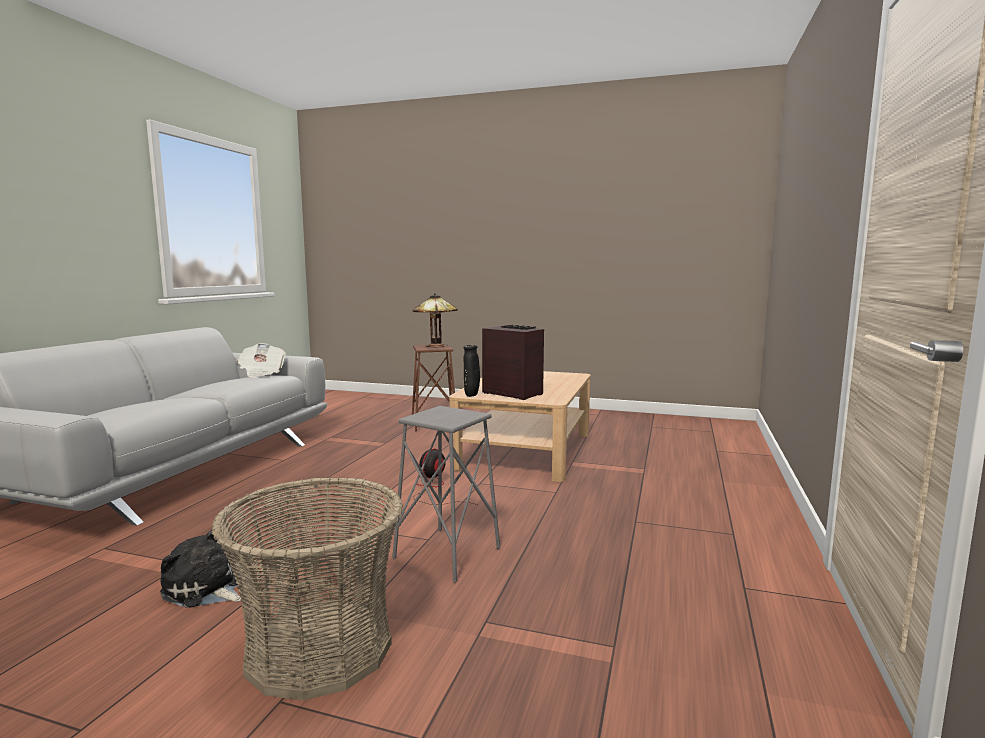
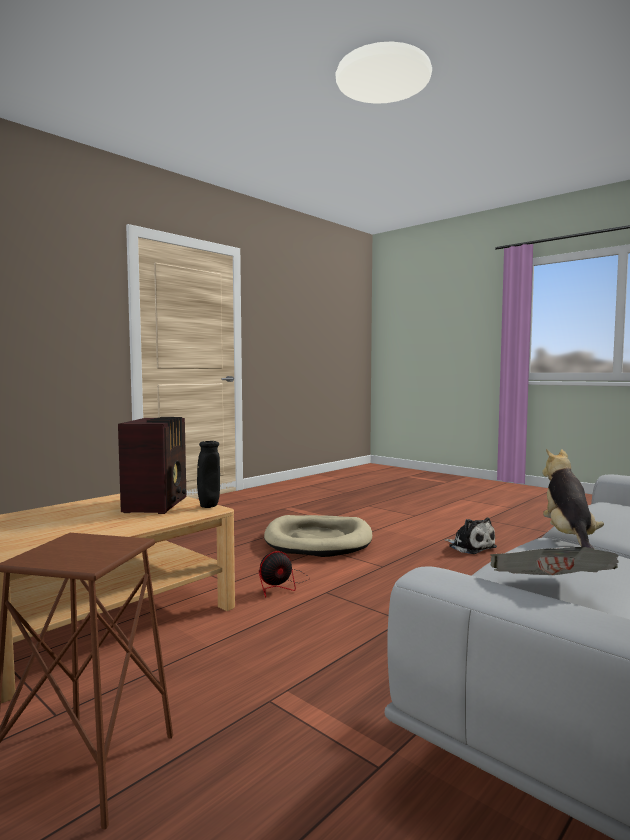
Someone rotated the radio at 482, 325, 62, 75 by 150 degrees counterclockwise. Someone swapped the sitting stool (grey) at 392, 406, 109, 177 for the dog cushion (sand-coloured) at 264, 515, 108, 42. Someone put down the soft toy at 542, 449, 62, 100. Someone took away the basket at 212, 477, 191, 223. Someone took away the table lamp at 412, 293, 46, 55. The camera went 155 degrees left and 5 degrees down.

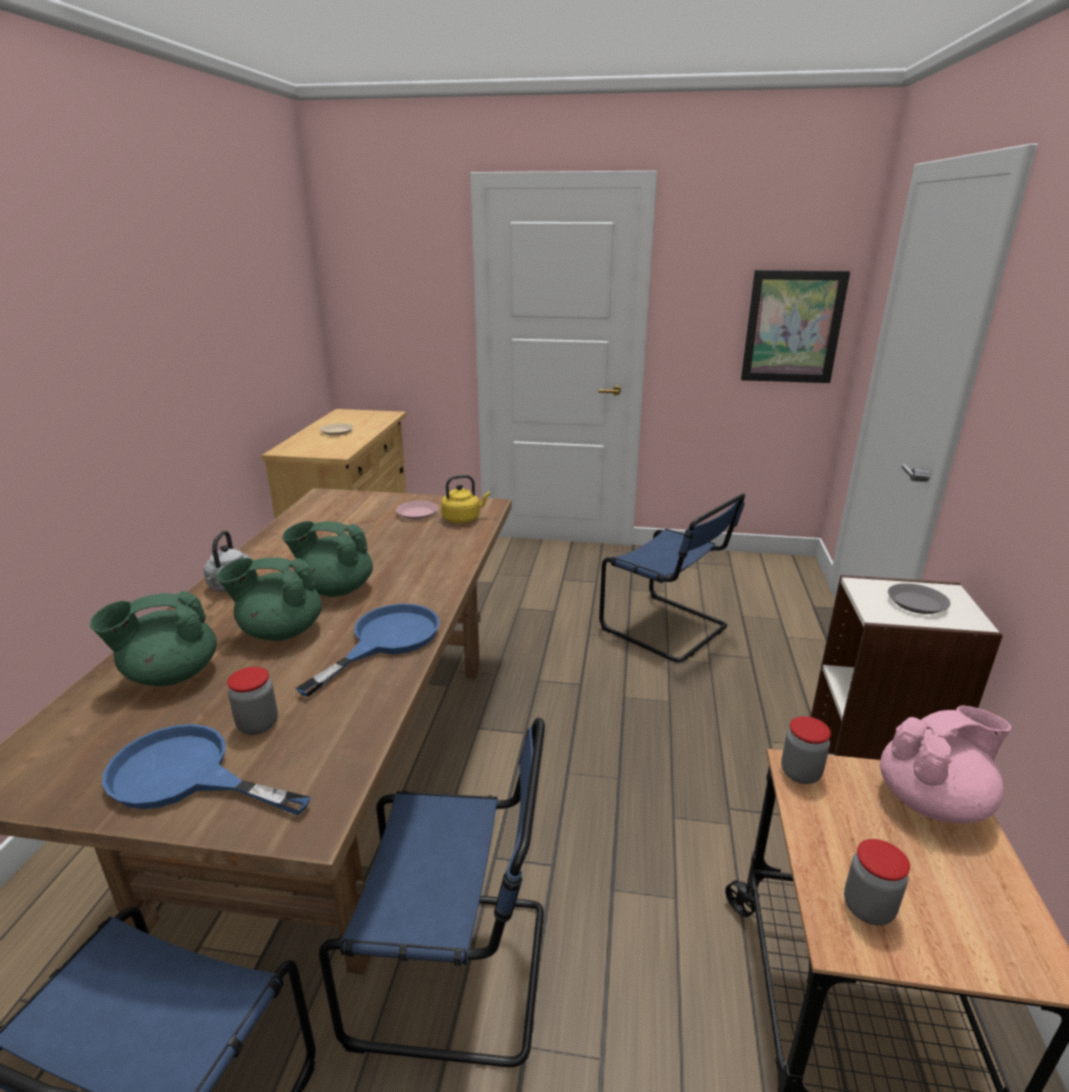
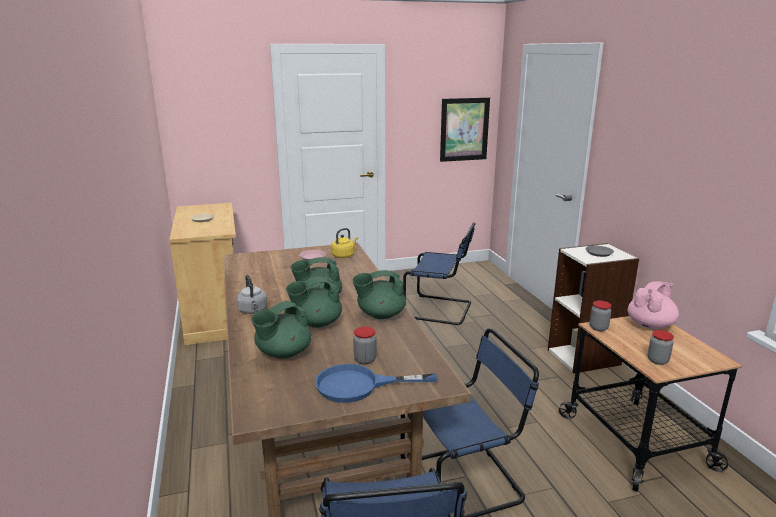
Someone swapped the skillet (bluish) at 295, 604, 145, 93 for the tea pot (green-coloured) at 352, 270, 54, 49. The camera went 25 degrees left and 5 degrees down.

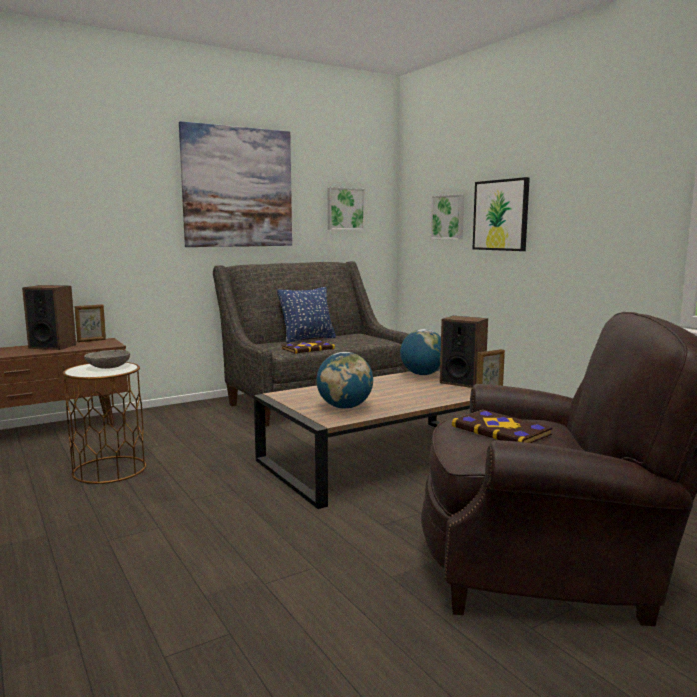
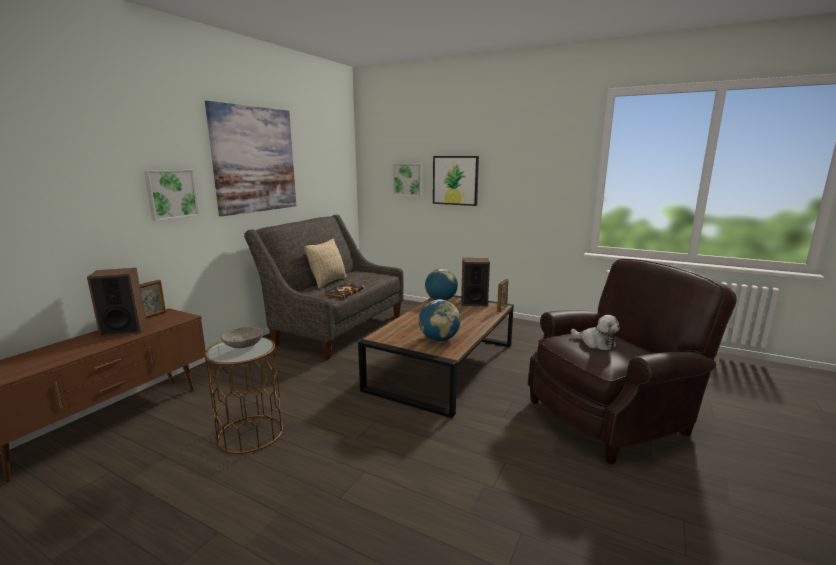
Someone carried the wall art from 328, 187, 37, 43 to 144, 170, 55, 51. Someone repainted the throw pillow (bluish) at 277, 287, 59, 56, which became the throw pillow (sand-coloured) at 304, 239, 43, 50. Someone swapped the volume at 452, 410, 101, 33 for the soft toy at 571, 315, 48, 35. The camera went 30 degrees left and 5 degrees up.

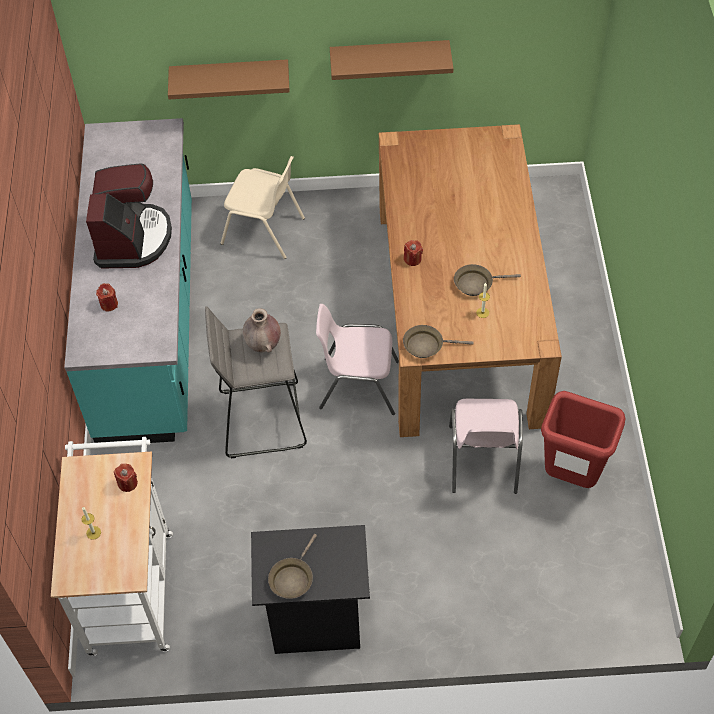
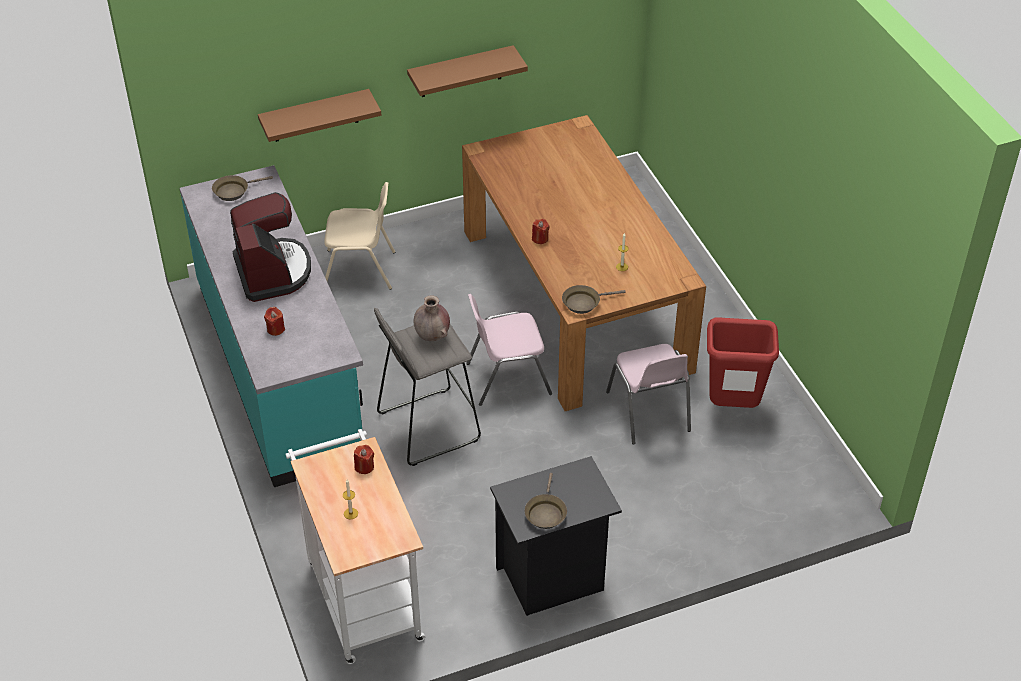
Someone carried the skillet (brown) from 454, 264, 67, 32 to 212, 175, 61, 26. The camera went 20 degrees left and 10 degrees down.

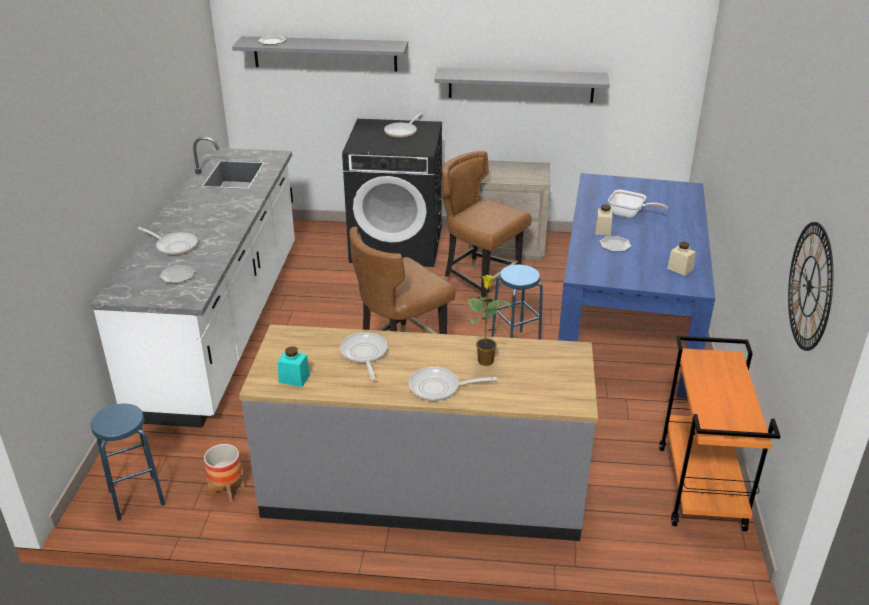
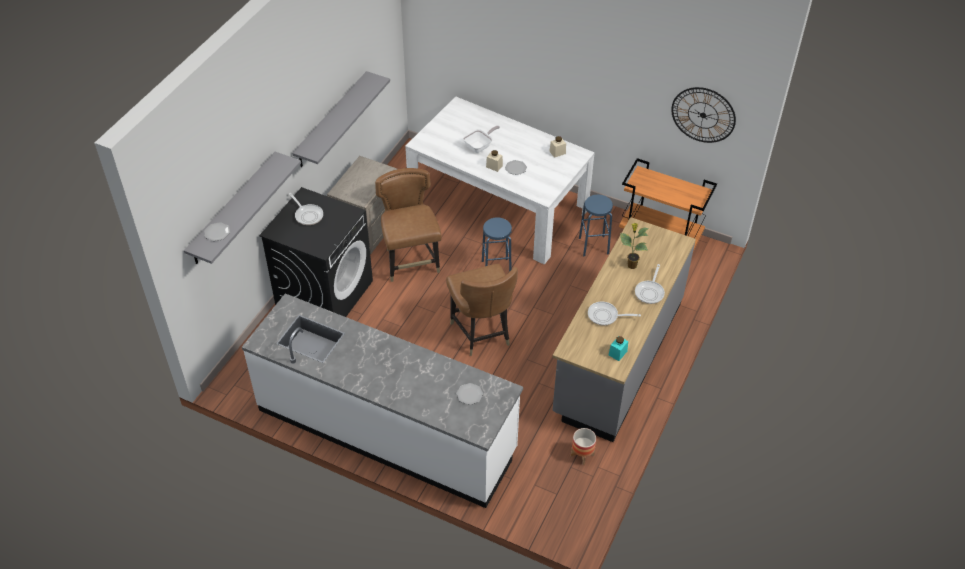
Someone rotated the upright chair (brown) at 442, 151, 90, 155 by 105 degrees clockwise. Someone repainted the dinner table (bluish) at 558, 173, 157, 226, which became the dinner table (white-coloured) at 405, 96, 190, 169. Someone carried the sitting stool (bluish) from 91, 404, 74, 117 to 579, 195, 34, 62. Someone took away the skillet at 138, 227, 59, 28. The camera went 70 degrees left and 15 degrees up.

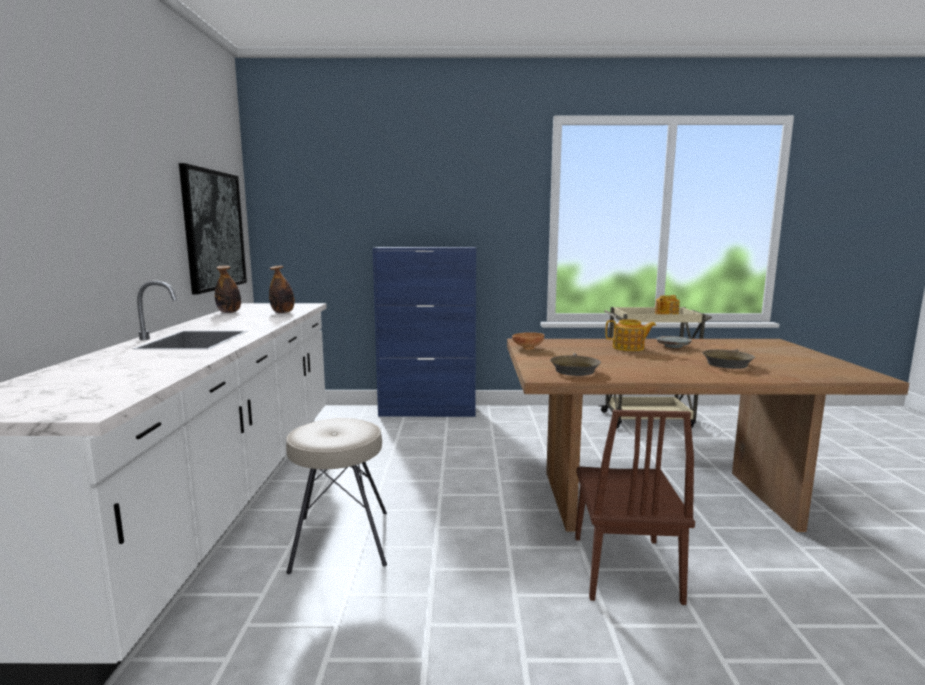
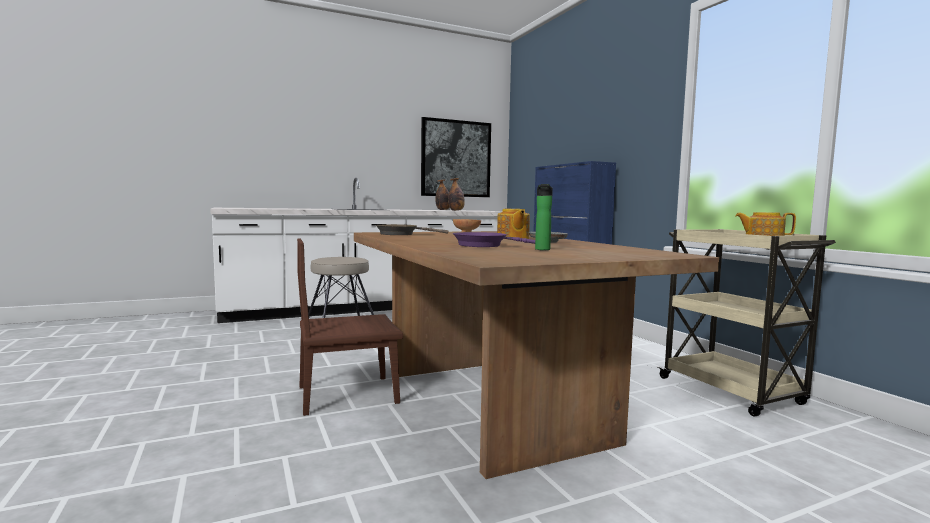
Someone repainted the skillet (brown) at 703, 349, 52, 20, which became the skillet (purplish) at 453, 232, 82, 15. Someone put down the drink bottle at 535, 184, 18, 66. The camera went 65 degrees right and 5 degrees down.

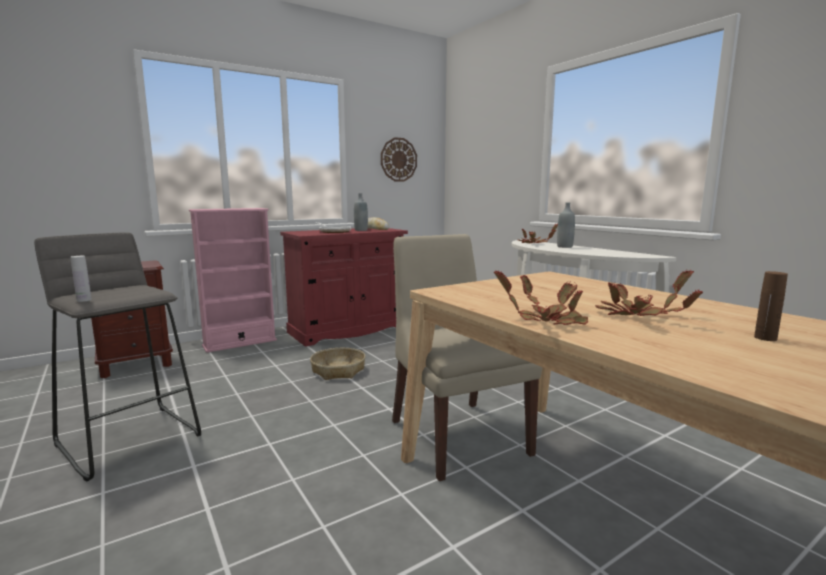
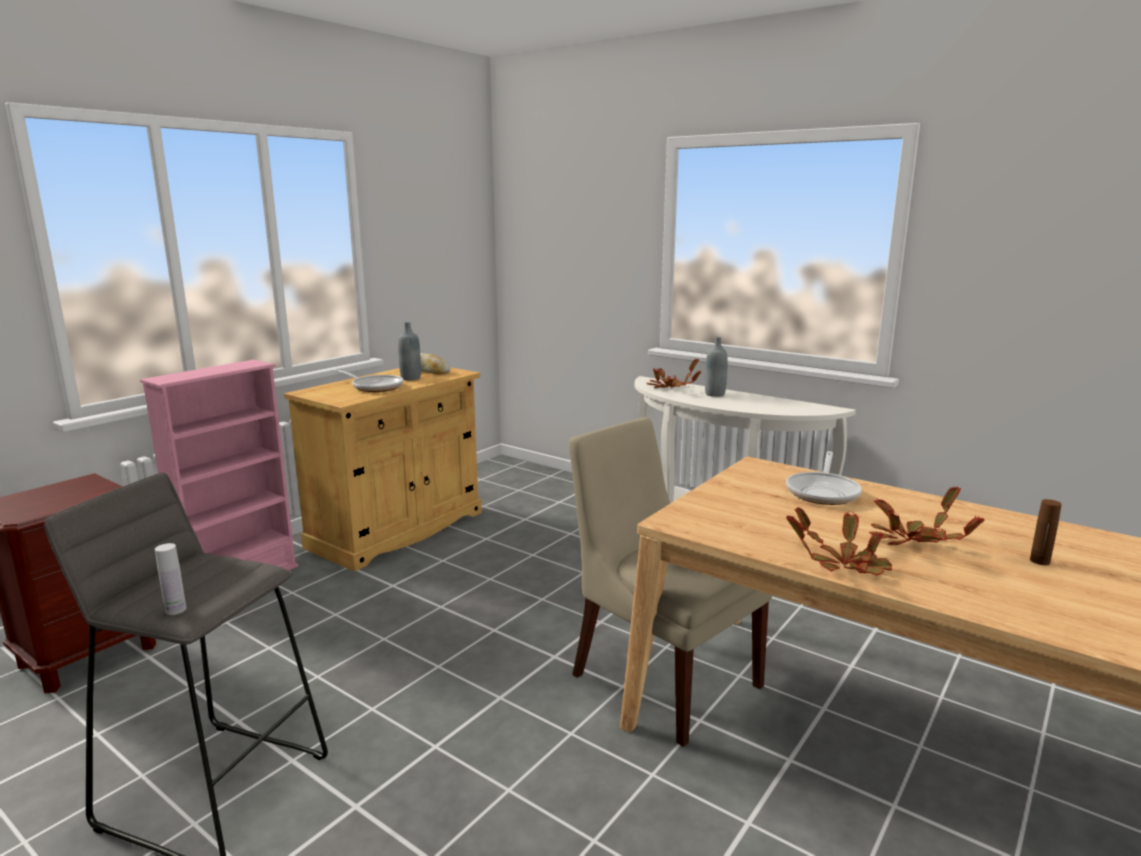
Someone repainted the storage cabinet (reddish) at 280, 228, 128, 119, which became the storage cabinet (sand-coloured) at 284, 367, 198, 204. Someone put down the skillet at 786, 451, 76, 54. Someone took away the basket at 310, 348, 56, 32. Someone took away the hanging clock at 381, 137, 36, 45. The camera went 20 degrees left and 5 degrees up.

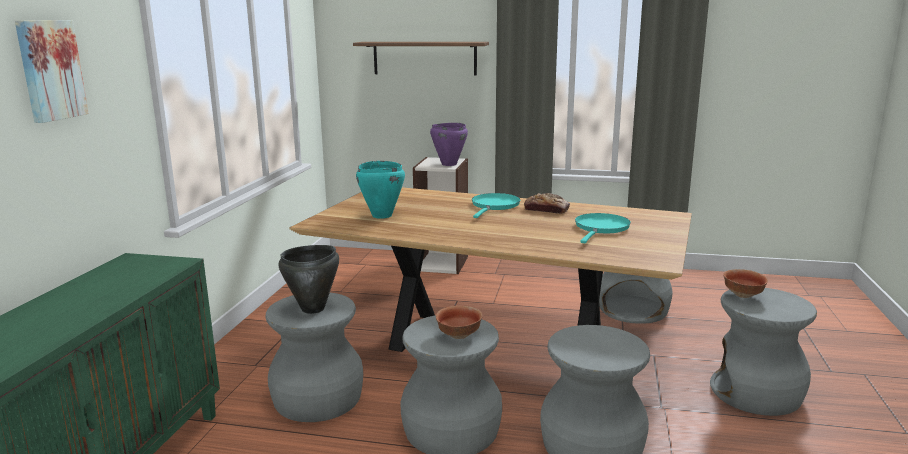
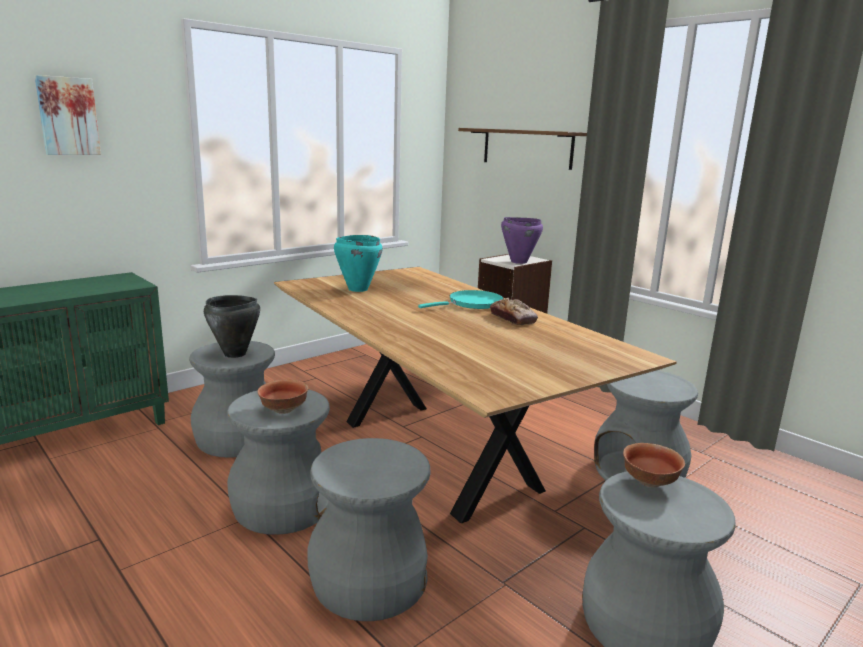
Someone took away the skillet (turquoise) at 575, 213, 56, 30. The camera went 35 degrees right and 0 degrees up.

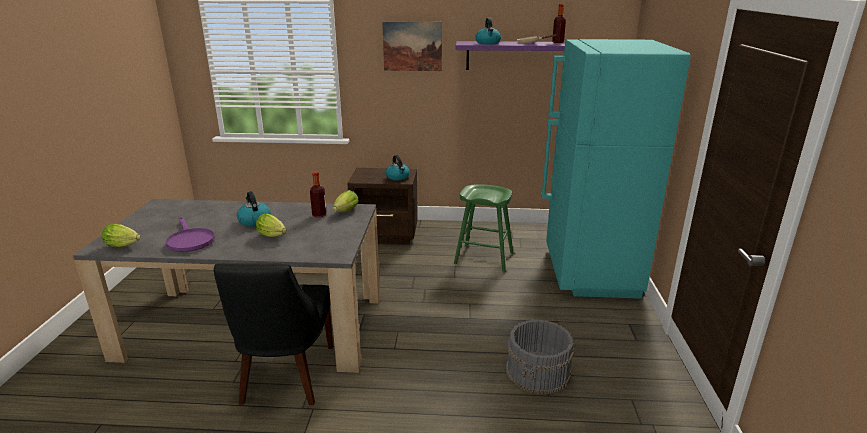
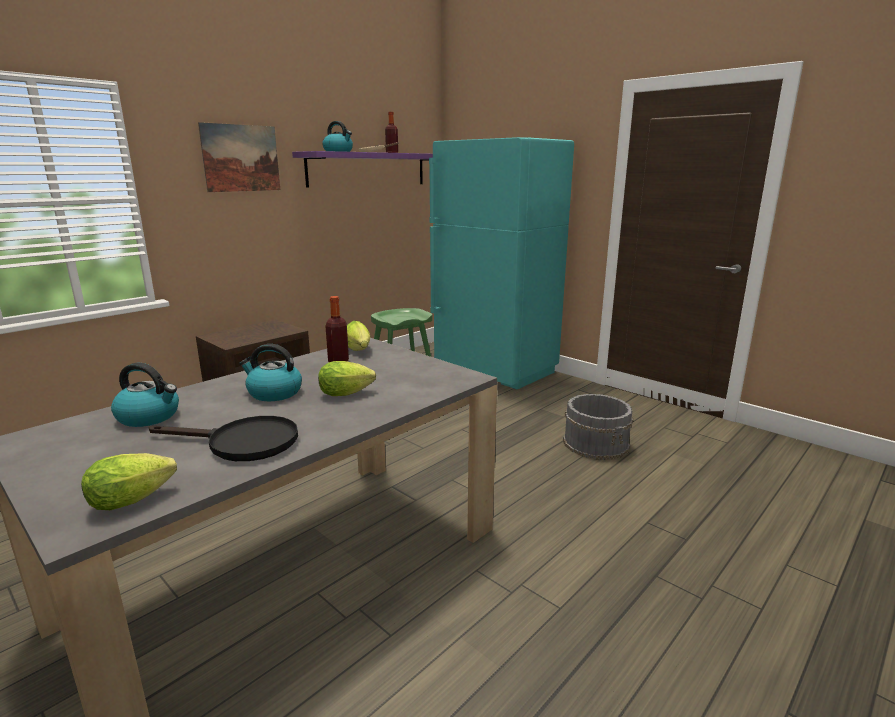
Someone carried the water kettle from 386, 155, 24, 25 to 111, 363, 68, 64. Someone repainted the skillet (purplish) at 166, 217, 49, 35, which became the skillet (black) at 149, 416, 149, 45. Someone took away the upright chair (black) at 214, 263, 119, 142. The camera went 50 degrees left and 5 degrees down.

